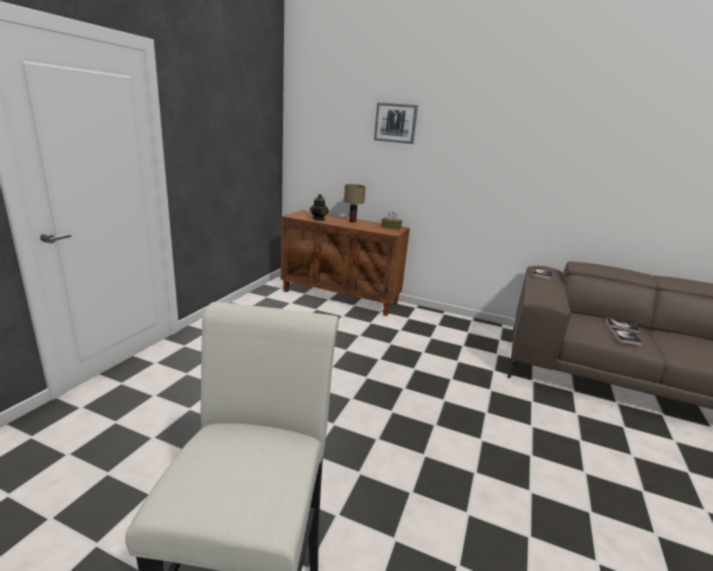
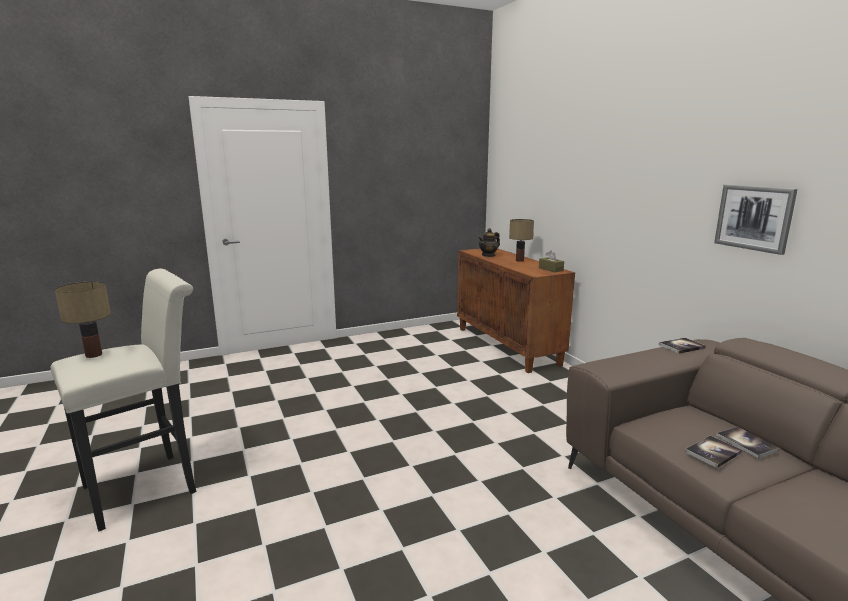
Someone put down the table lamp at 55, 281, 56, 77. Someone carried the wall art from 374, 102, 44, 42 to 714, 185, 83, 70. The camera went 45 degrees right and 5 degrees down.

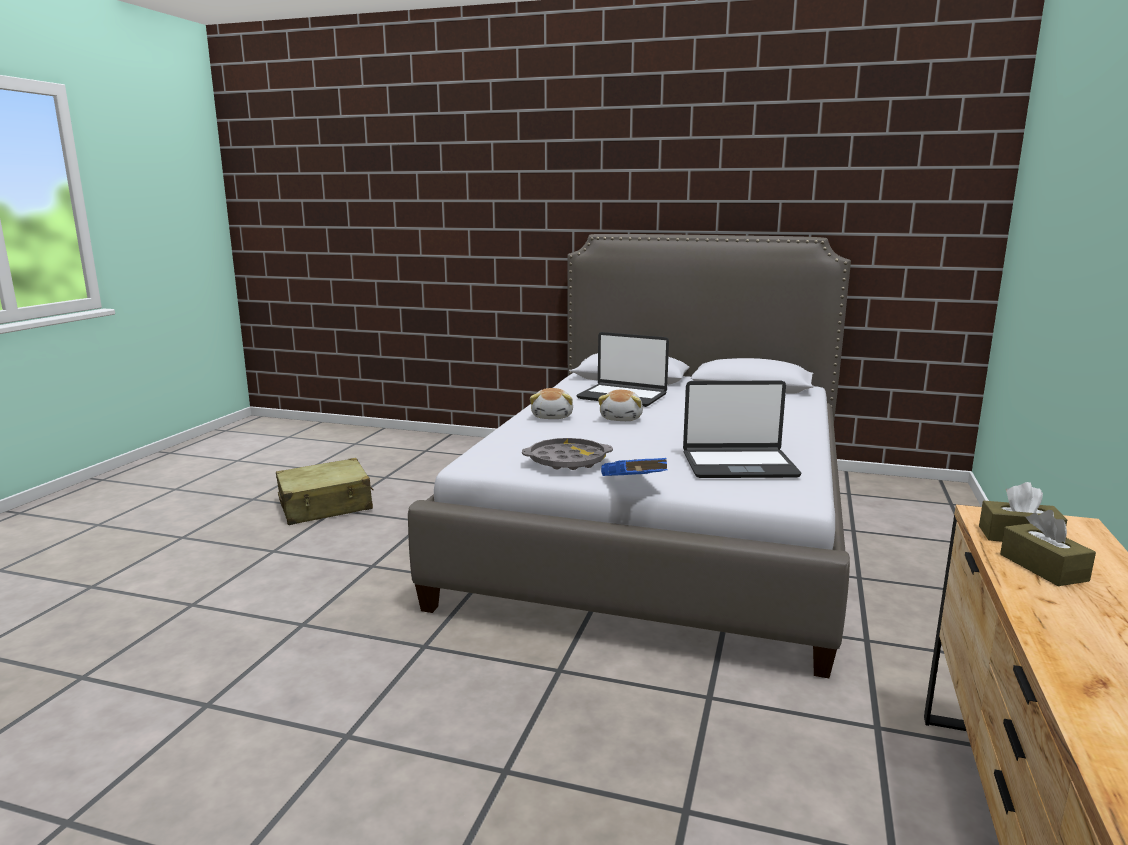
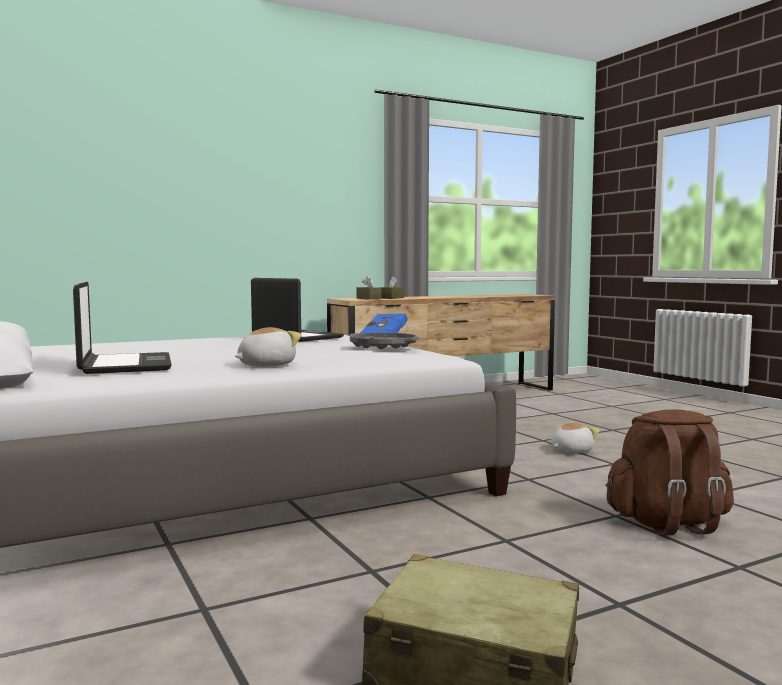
Someone carried the soft toy from 598, 390, 45, 31 to 551, 422, 49, 31. Someone put down the knapsack (brown) at 606, 409, 128, 126. The camera went 135 degrees left and 10 degrees down.

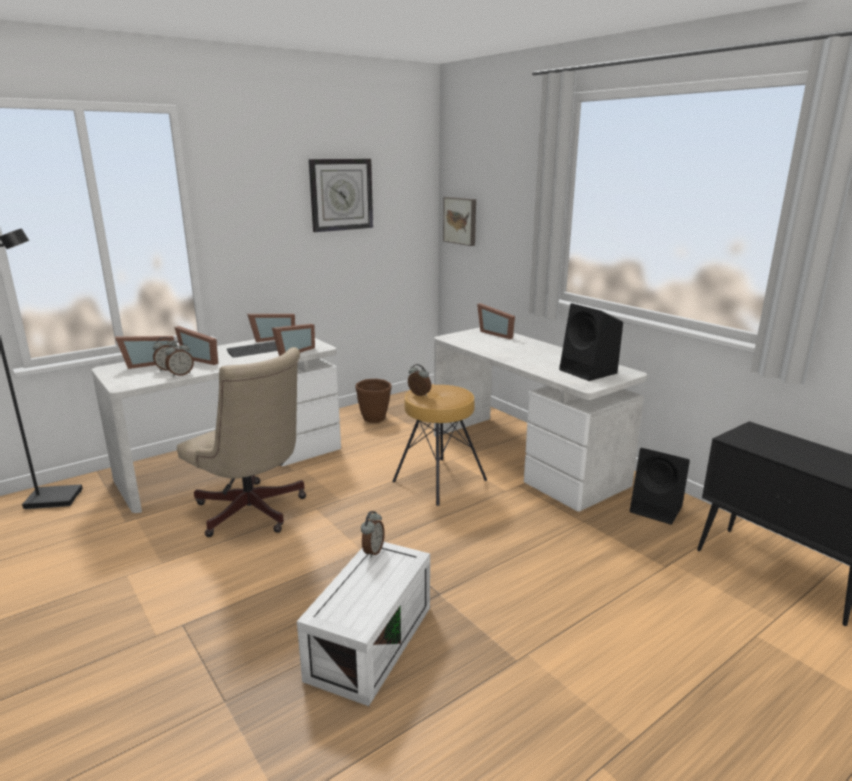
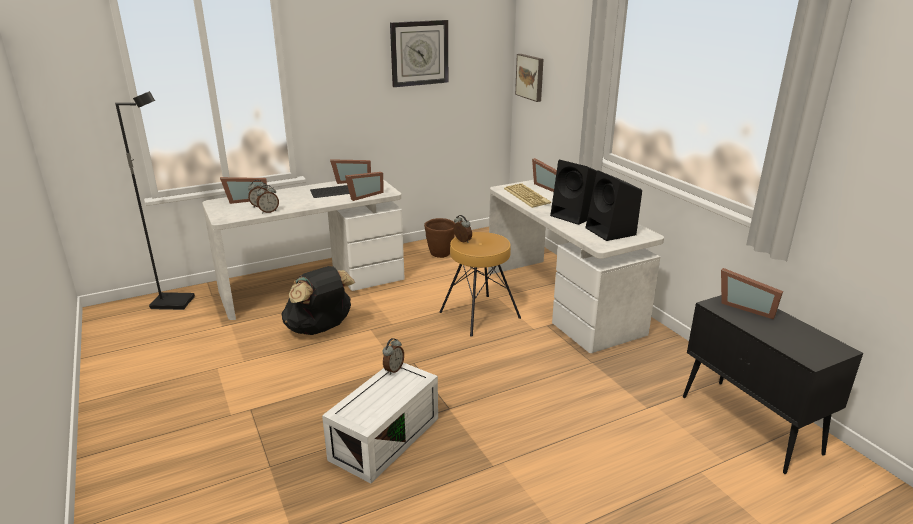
Someone swapped the computer chair (sand-coloured) at 177, 347, 129, 190 for the knapsack (black) at 281, 266, 74, 69. Someone put down the keyboard at 504, 183, 47, 25. Someone carried the speaker (black) from 630, 448, 60, 77 to 550, 160, 47, 65. Someone carried the picture frame from 174, 326, 44, 39 to 721, 268, 62, 51. The camera went 10 degrees right and 5 degrees up.

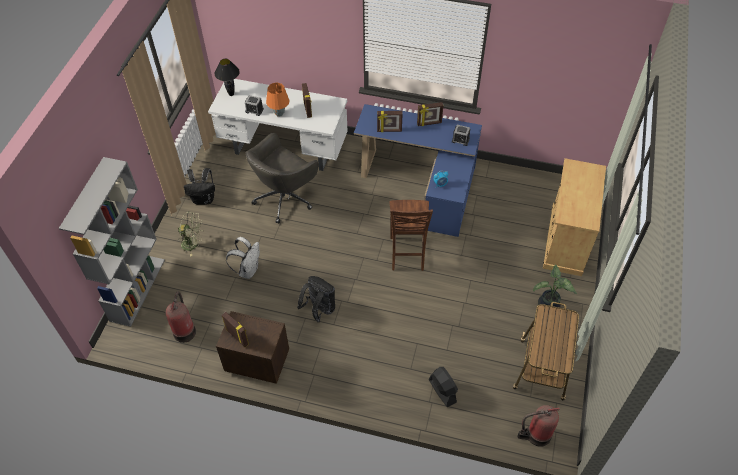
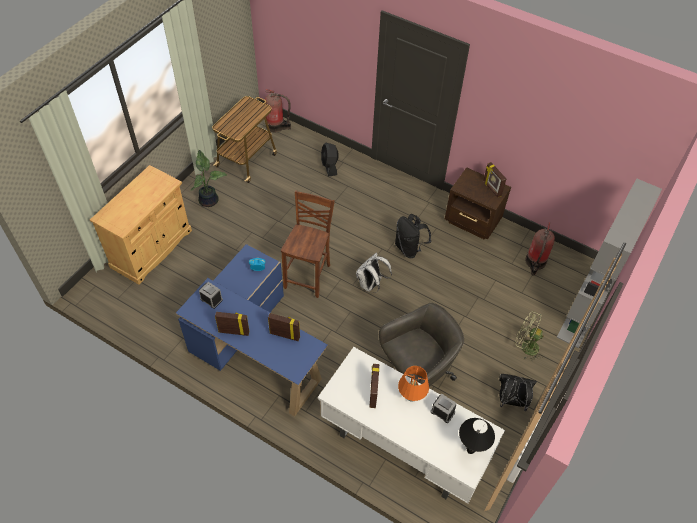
Someone carried the knapsack (white-coloured) from 226, 237, 34, 42 to 356, 252, 36, 41. The camera went 165 degrees left and 0 degrees up.

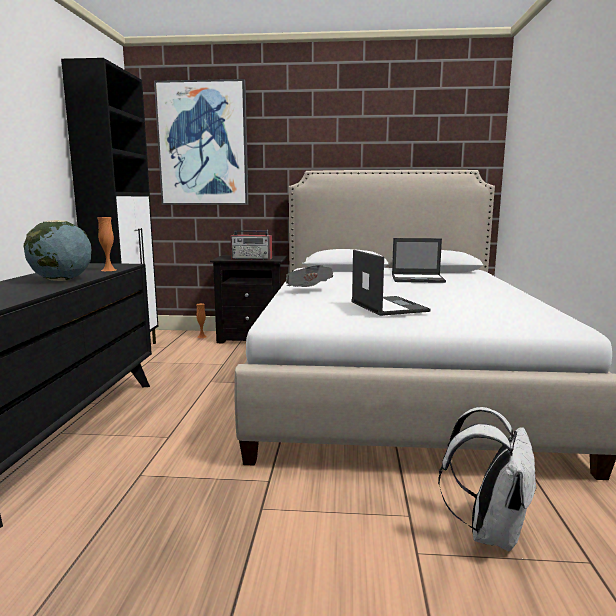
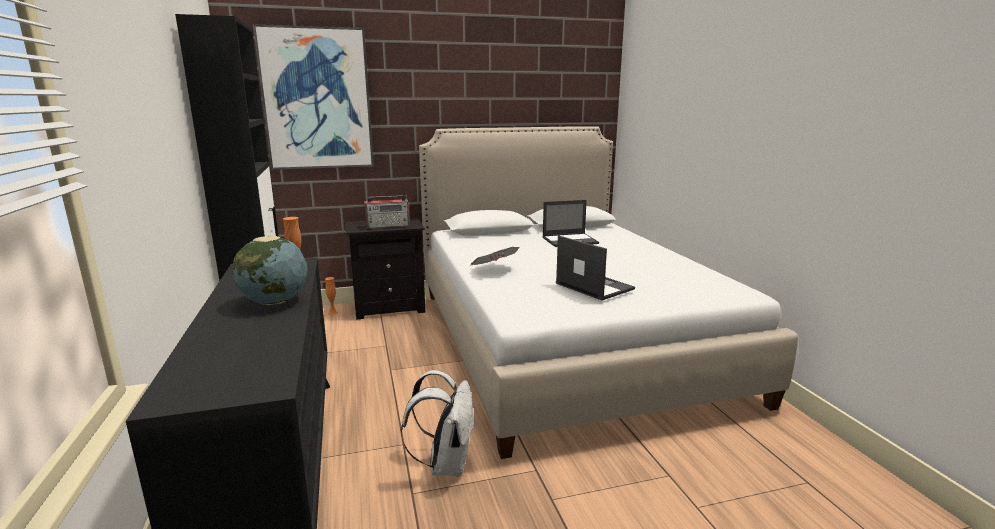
Someone carried the knapsack (white-coloured) from 438, 407, 99, 145 to 401, 370, 74, 107. The camera went 20 degrees left and 5 degrees up.

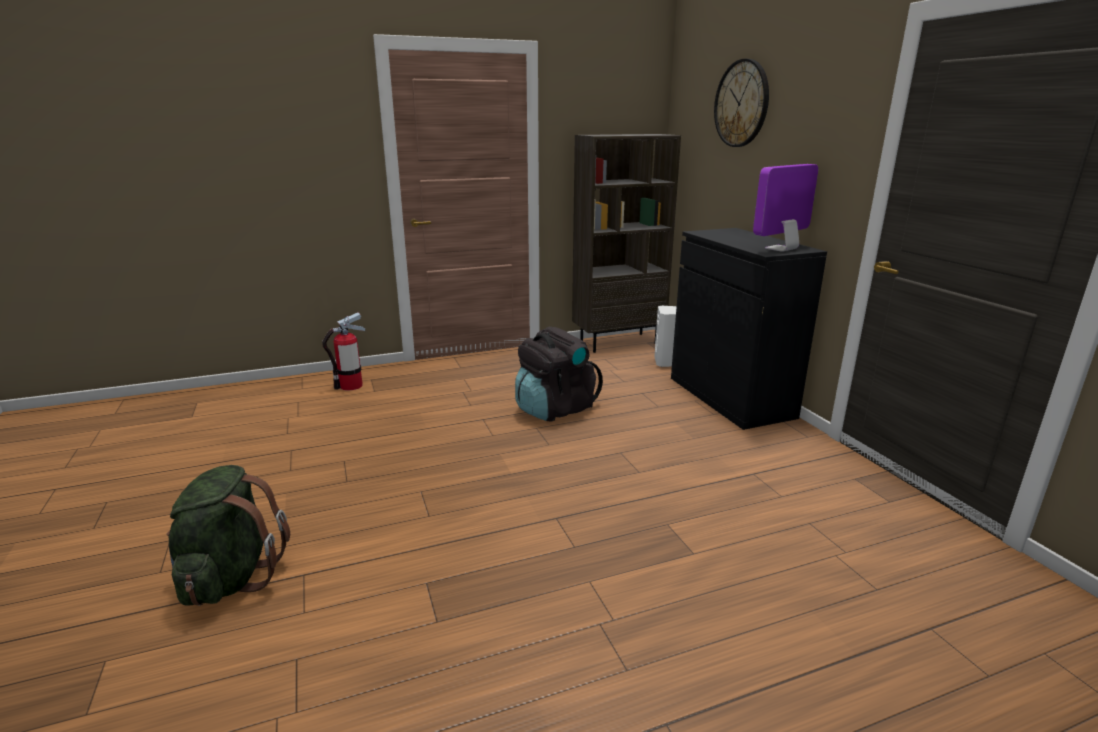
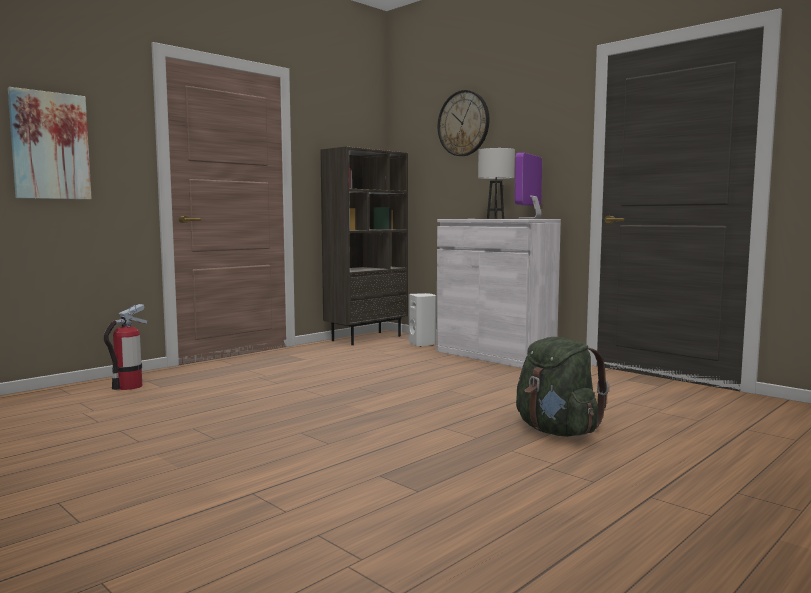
Someone put up the wall art at 8, 87, 84, 113. Someone repainted the storage cabinet (black) at 671, 228, 156, 202, which became the storage cabinet (white-coloured) at 436, 219, 125, 149. Someone put down the table lamp (white-coloured) at 478, 148, 37, 71. Someone carried the knapsack (green-coloured) from 167, 465, 123, 141 to 516, 337, 93, 100. Someone took away the knapsack (black) at 515, 327, 88, 95. The camera went 25 degrees left and 15 degrees down.

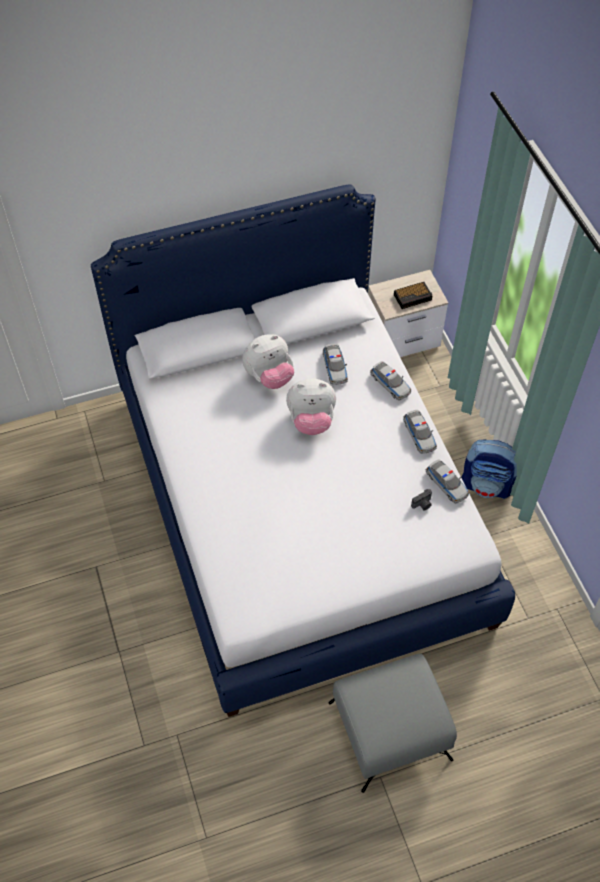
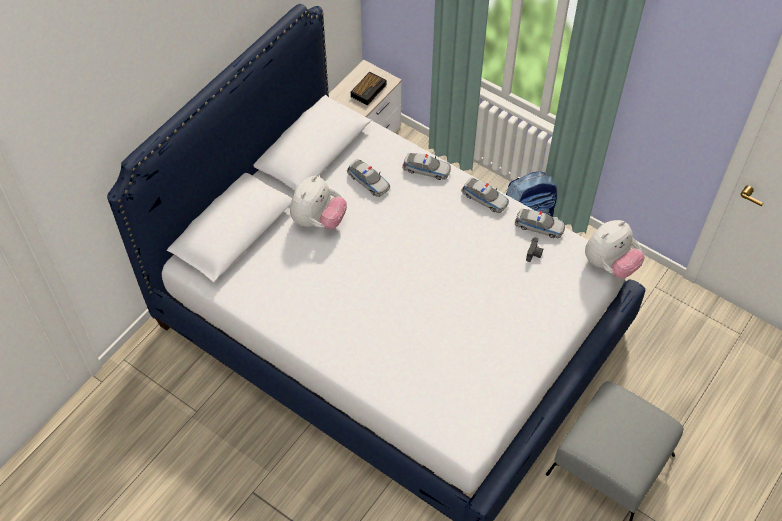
Someone carried the soft toy from 286, 378, 50, 57 to 585, 220, 60, 59. The camera went 35 degrees left and 0 degrees up.

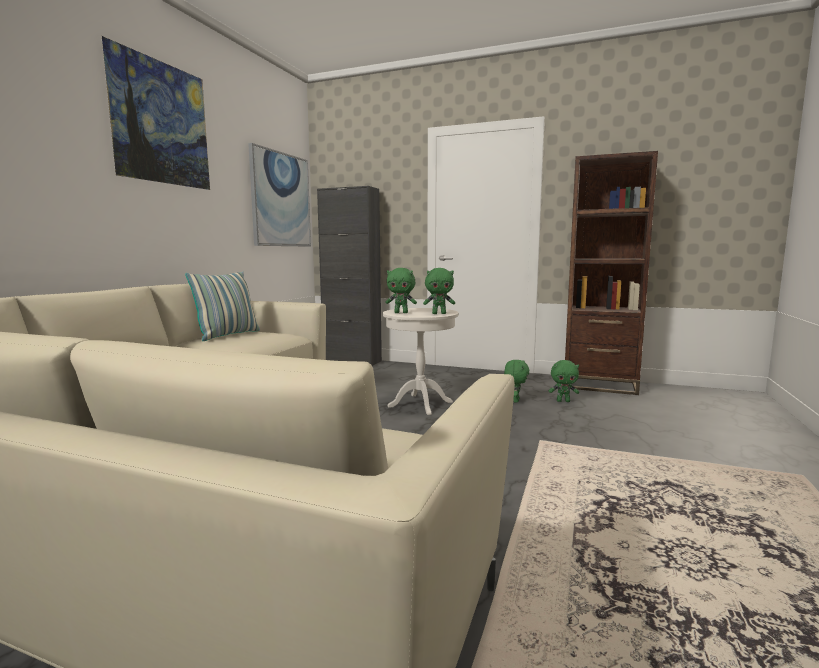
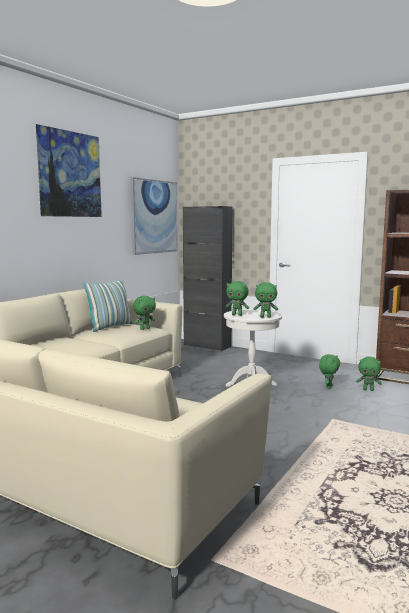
Someone put down the soft toy (green-coloured) at 133, 296, 23, 34. The camera went 10 degrees right and 0 degrees up.

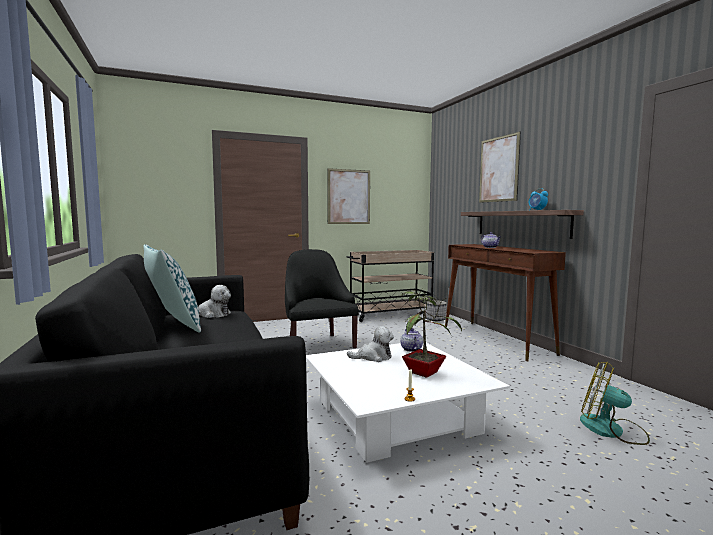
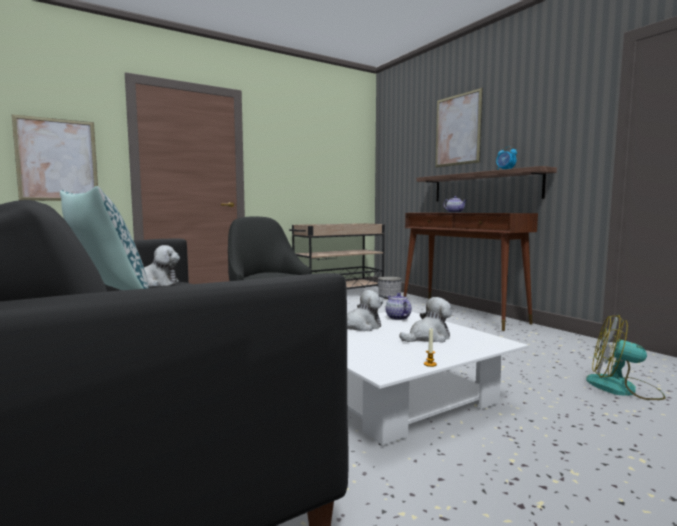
Someone carried the wall art from 327, 168, 43, 56 to 11, 114, 87, 87. Someone swapped the potted plant at 400, 290, 62, 88 for the soft toy at 399, 297, 53, 46. The camera went 10 degrees left and 0 degrees up.

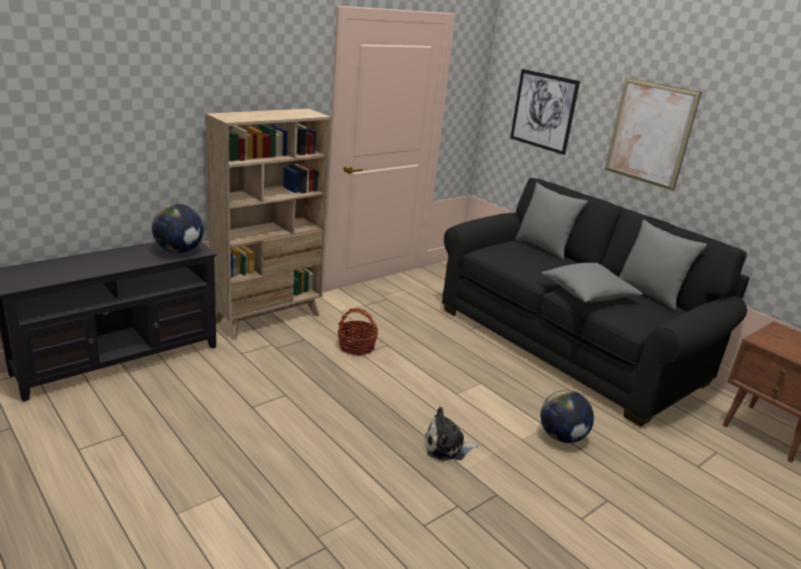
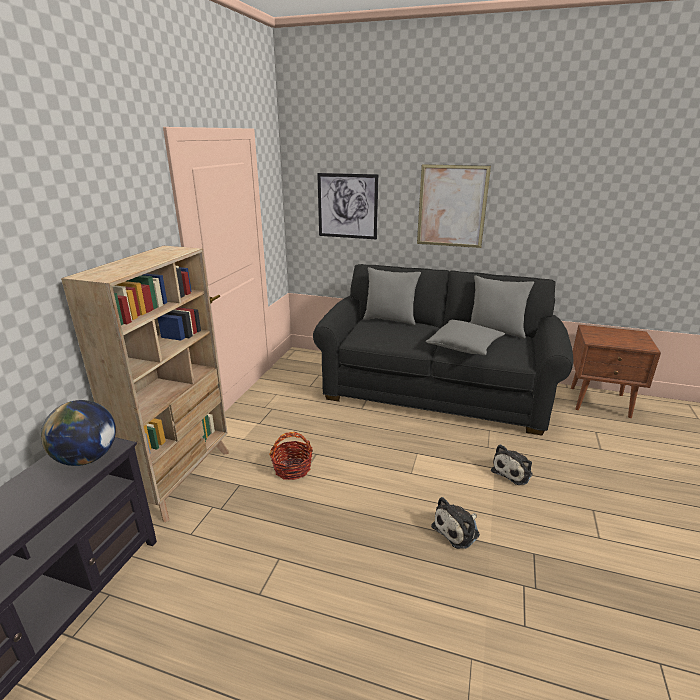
Someone swapped the globe at 540, 390, 54, 53 for the soft toy at 491, 444, 41, 41. The camera went 30 degrees left and 0 degrees up.

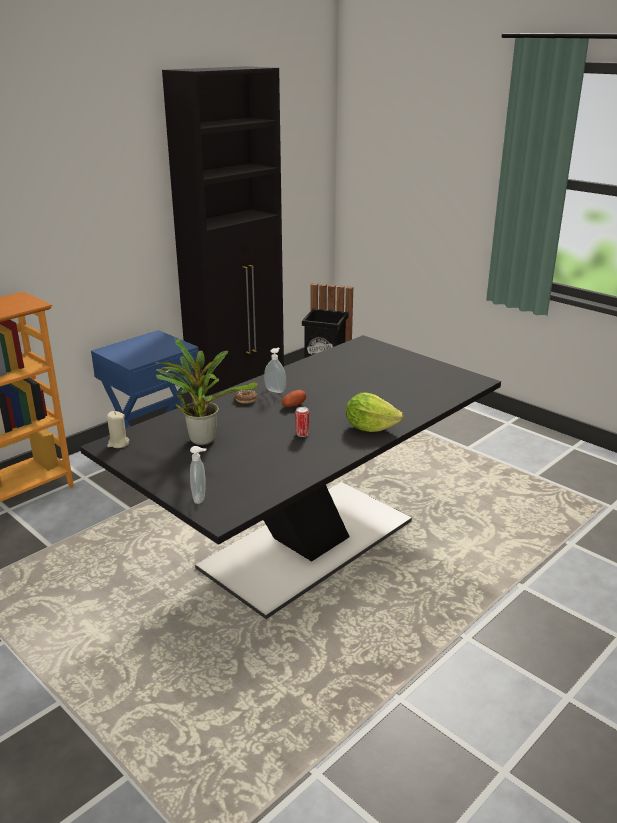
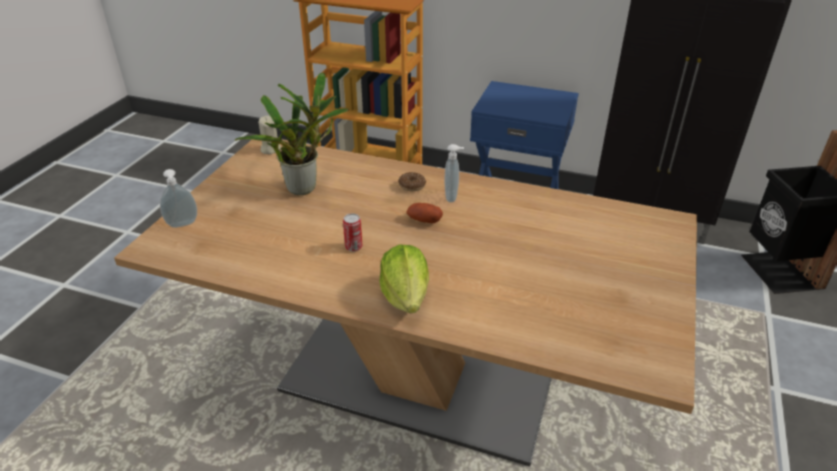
Someone repainted the dinner table (black) at 80, 335, 421, 284, which became the dinner table (sand-coloured) at 114, 139, 583, 327. The camera went 65 degrees right and 10 degrees up.

